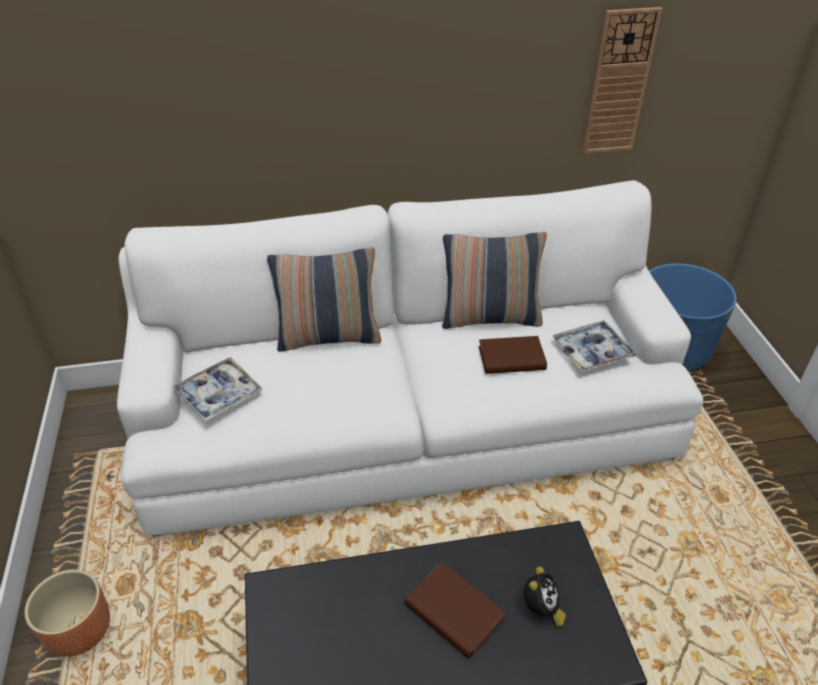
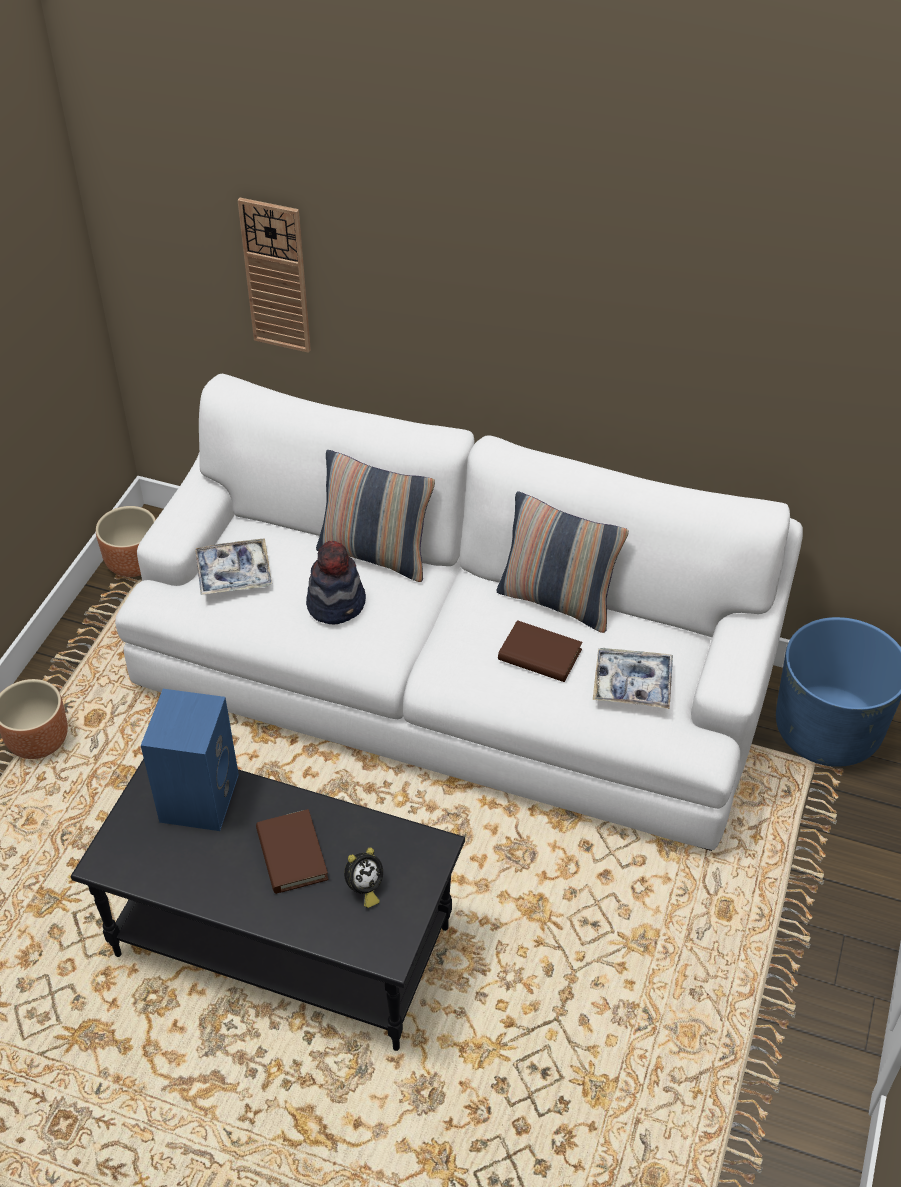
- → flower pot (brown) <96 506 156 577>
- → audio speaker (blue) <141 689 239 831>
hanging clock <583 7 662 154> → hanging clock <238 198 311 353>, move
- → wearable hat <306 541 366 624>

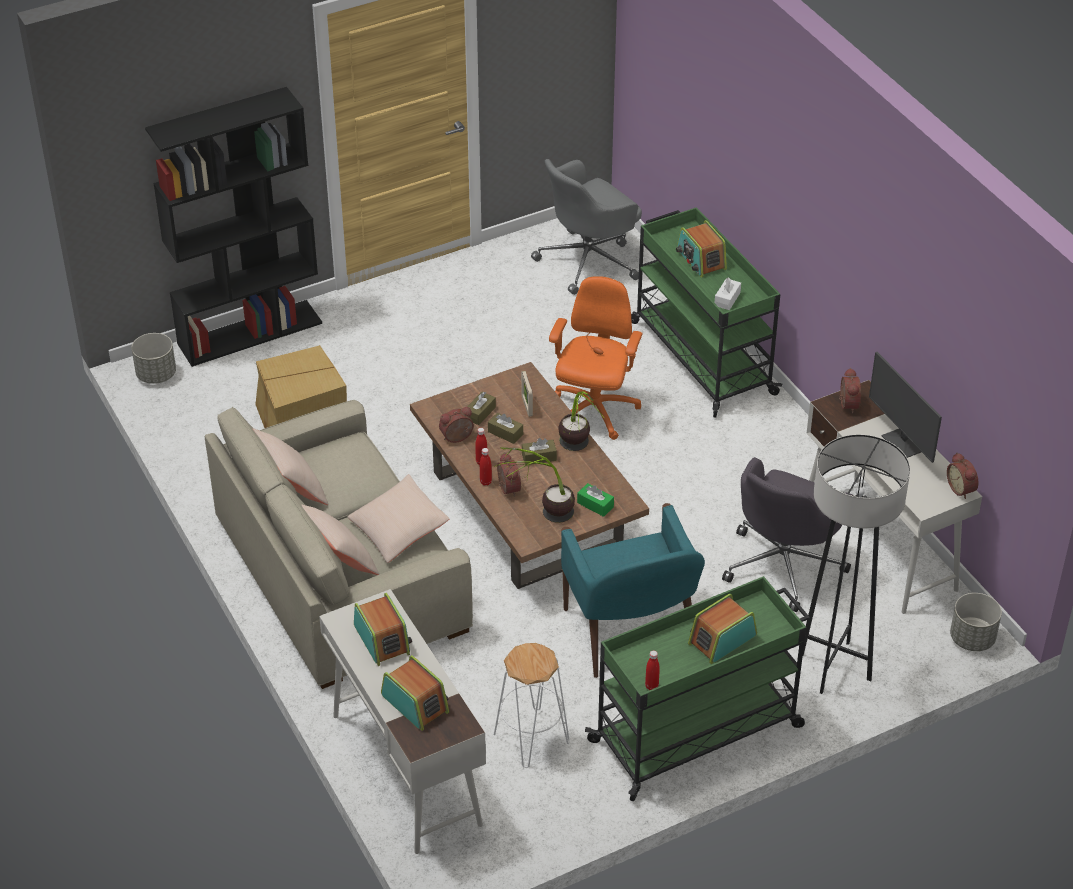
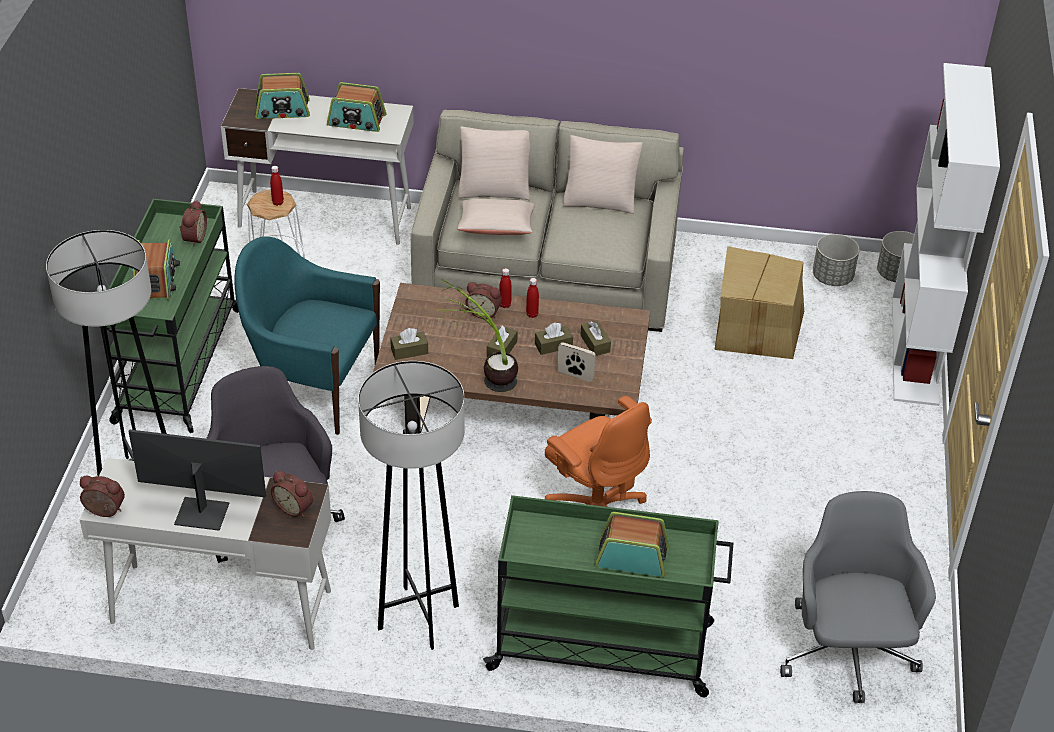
bedside clock <439 407 474 443> → bedside clock <179 200 207 247>, move
bottle (red-coloured) <645 651 660 690> → bottle (red-coloured) <270 166 284 206>, move
- → standing lamp (gray) <358 361 465 650>
tissue holder (green) <577 483 614 517> → tissue holder (brown) <390 328 428 360>
flower pot (gray) <950 593 1002 651> → flower pot (gray) <813 234 859 286>, move
shelving unit (blackish) <145 87 322 367> → shelving unit (whitish) <892 63 1000 406>
plant in a pot <494 447 575 523> → -
tissue holder (whitish) <715 277 741 310> → -

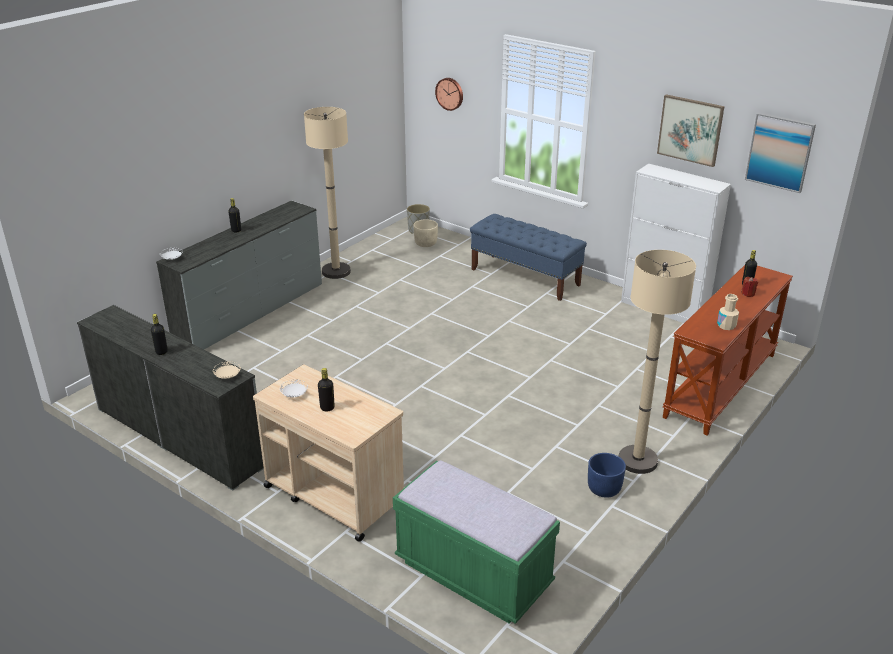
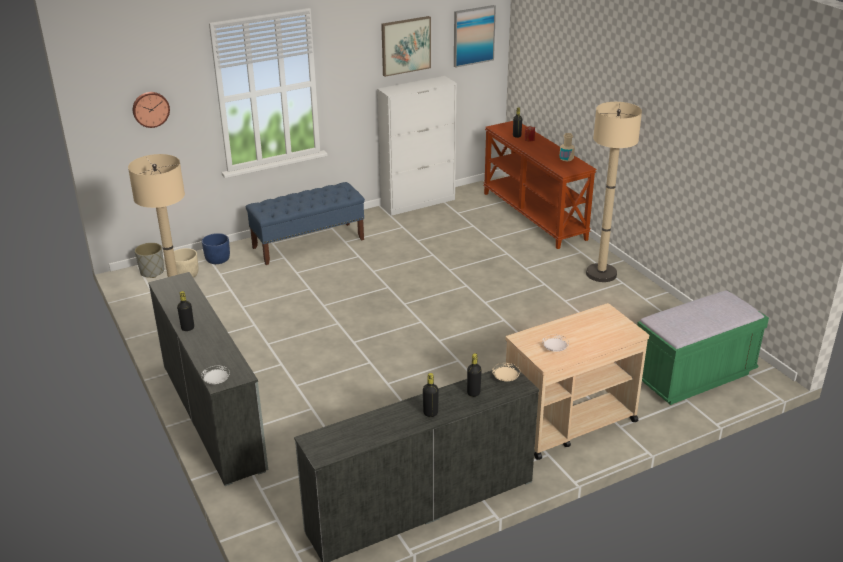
flower pot (blue) <588 453 626 498> → flower pot (blue) <202 233 230 264>, move
bottle (blackish) <318 368 335 411> → bottle (blackish) <467 353 482 397>, move

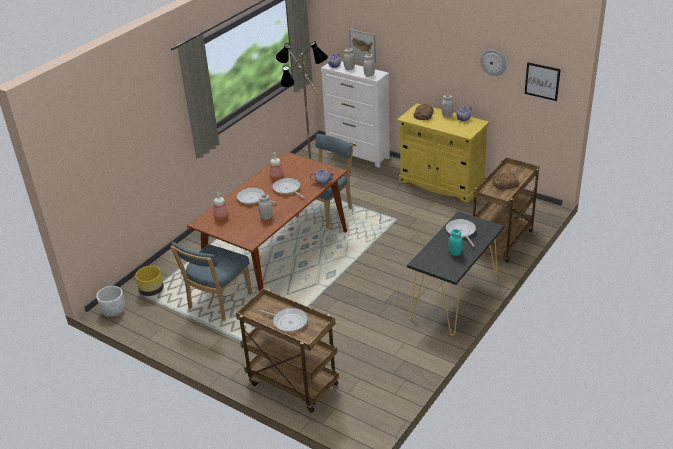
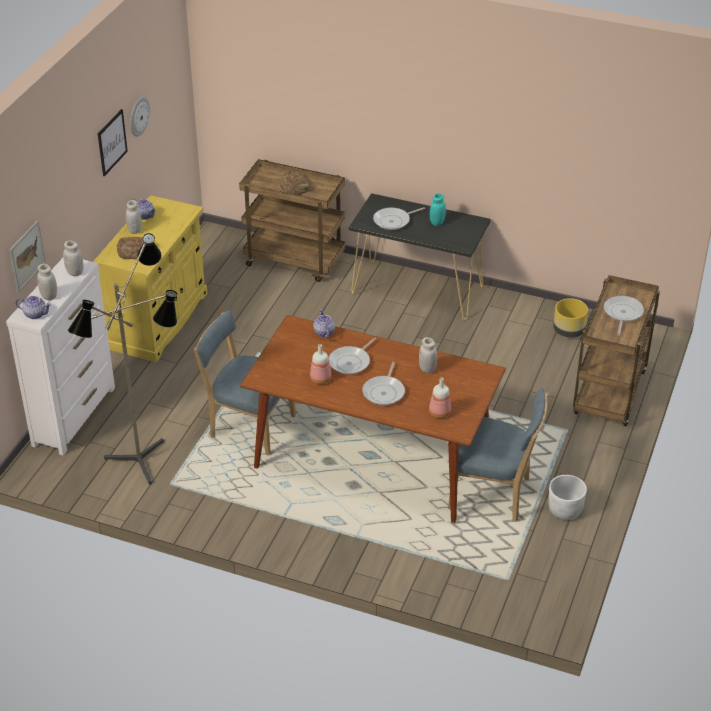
wall picture <525 62 561 101> → wall picture <98 109 128 176>, move
flower pot (whitish) <96 286 125 317> → flower pot (whitish) <548 475 587 520>, move
flower pot (yellow-coloured) <135 266 164 296> → flower pot (yellow-coloured) <553 298 588 338>, move

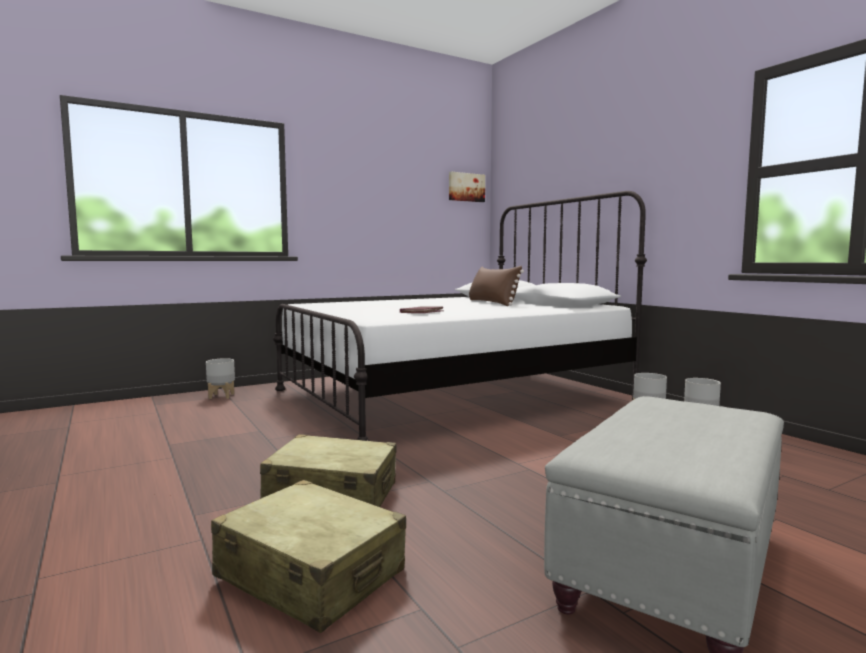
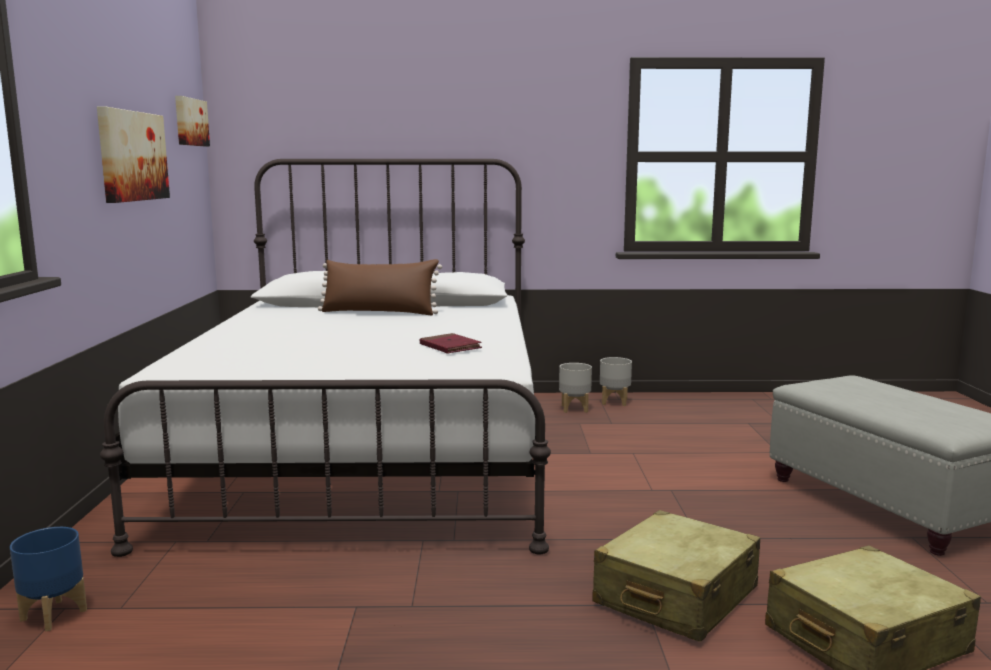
flower pot (gray) <206 358 235 399> → flower pot (blue) <10 527 87 631>
- → wall picture <97 106 170 203>

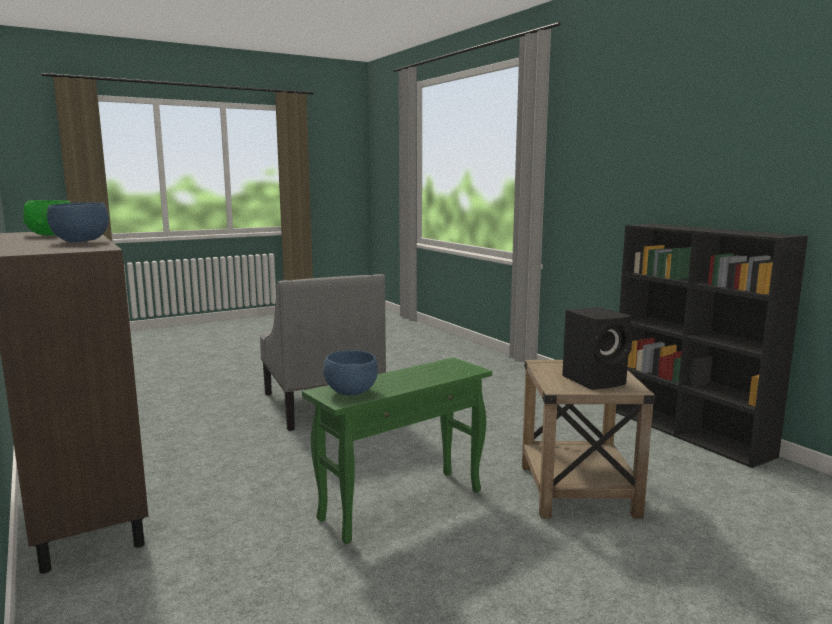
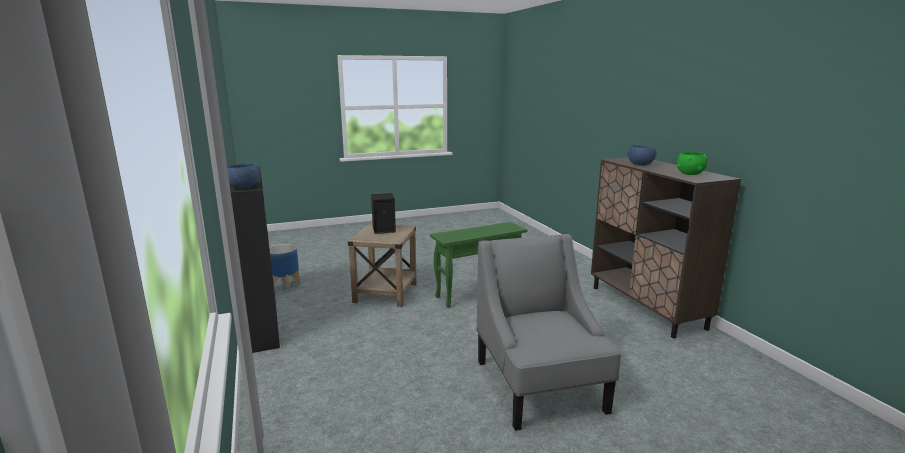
serving bowl (blue) <323 350 378 396> → serving bowl (blue) <227 163 260 188>, move
- → flower pot <269 244 300 292>

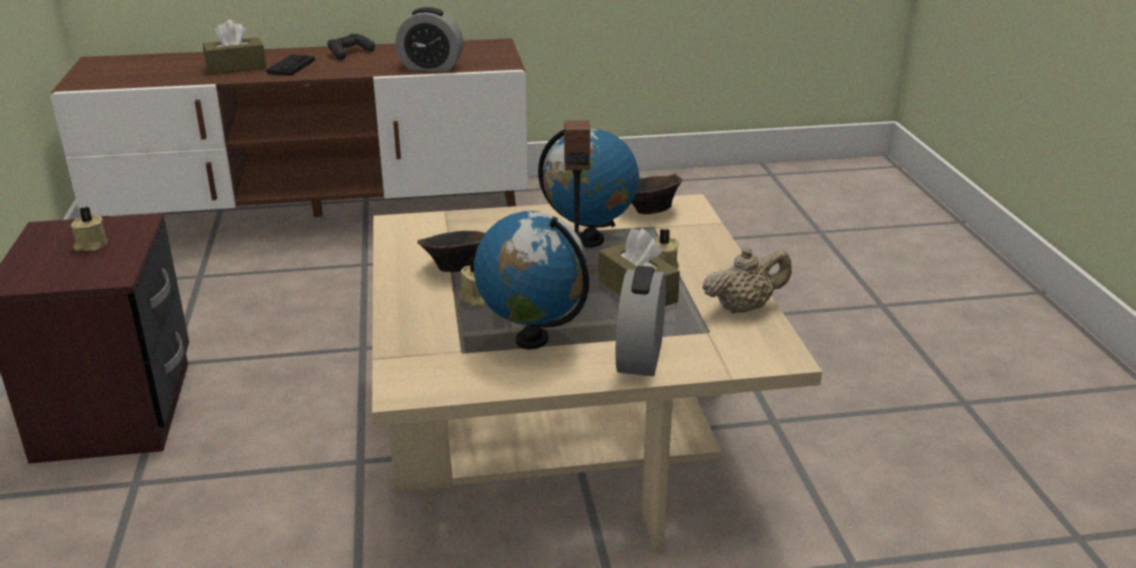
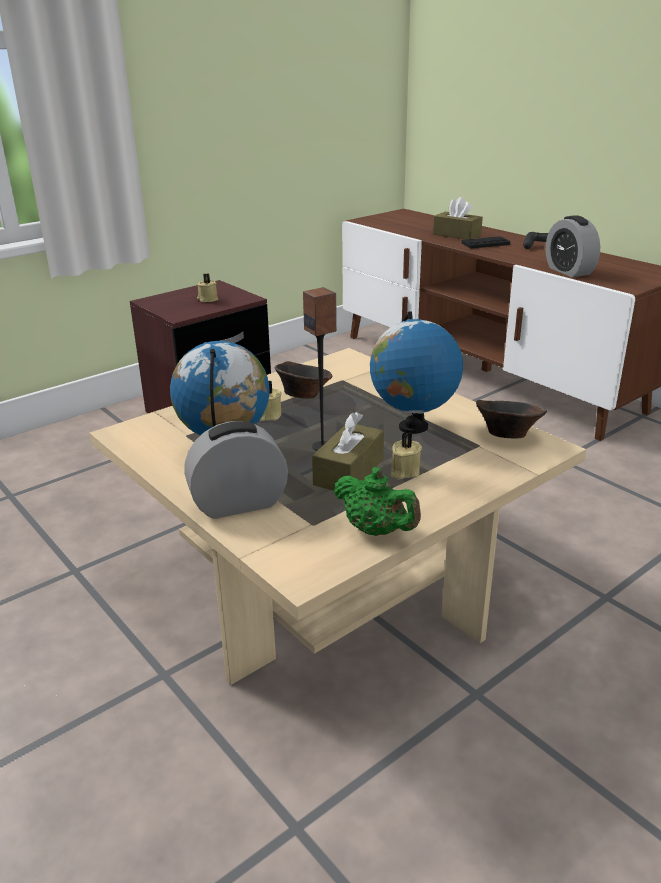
tea pot (beige-coloured) <703 247 792 314> → tea pot (green) <333 467 421 536>

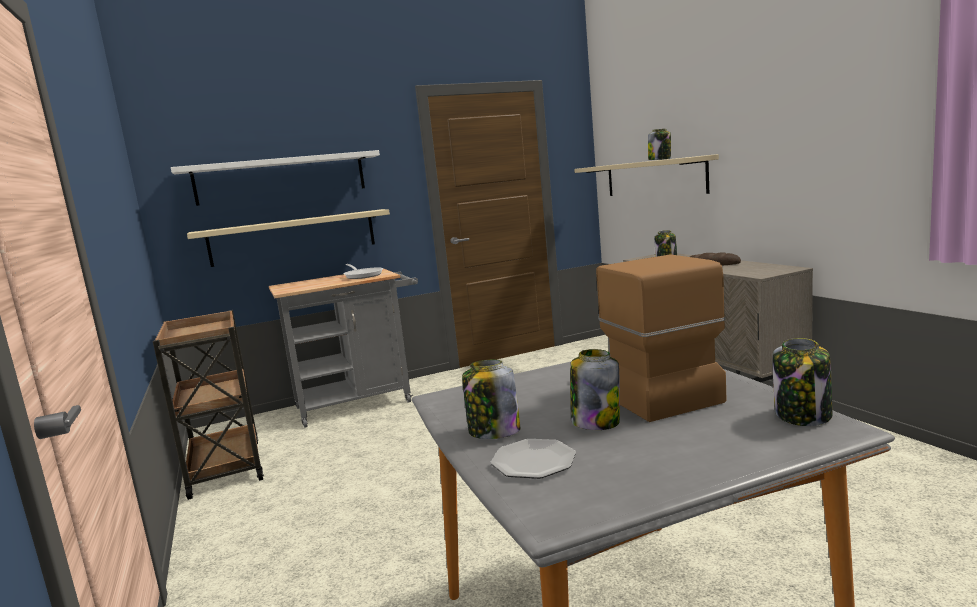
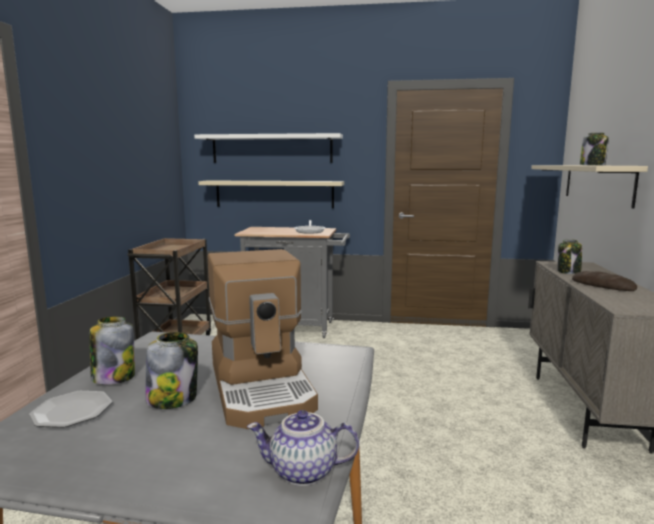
coffee brewer <596 254 726 422> → coffee brewer <207 249 318 429>, 150 degrees clockwise
storage jar <772 338 833 426> → tea pot <247 410 359 486>

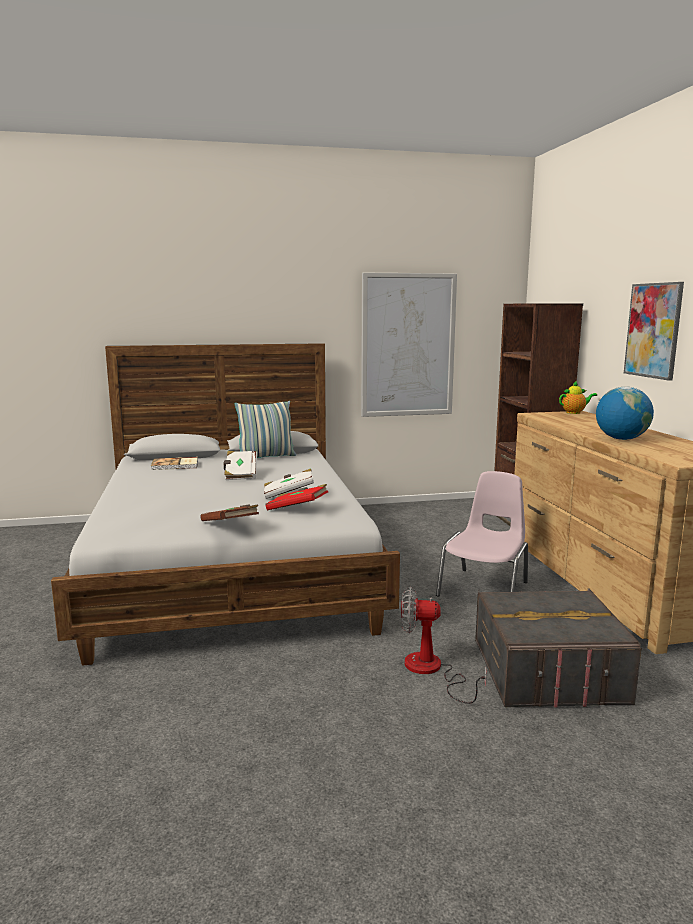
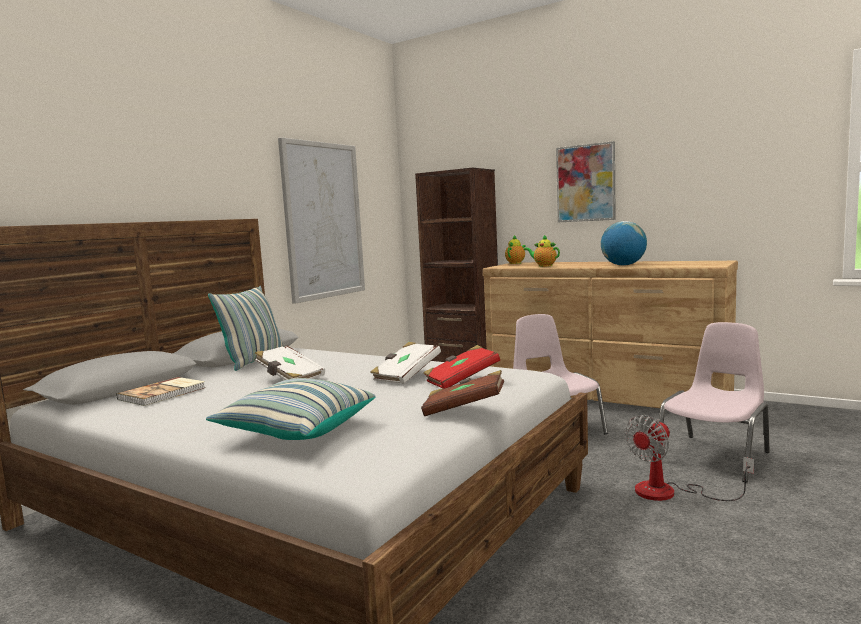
- → cushion <206 378 376 440>
- → tea pot <524 235 560 267>
storage container (gray) <475 588 641 708> → chair (pink-coloured) <659 322 770 482>

